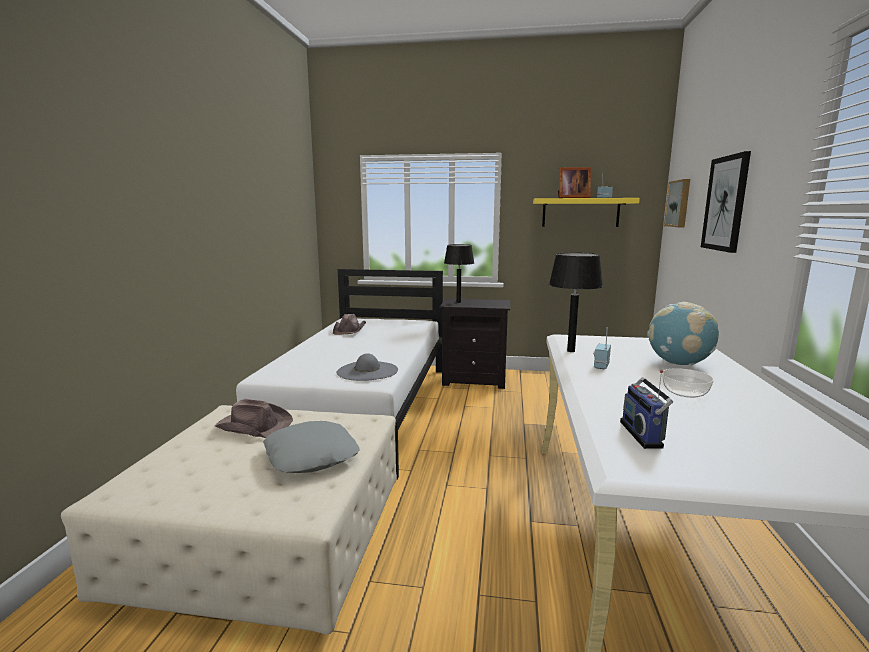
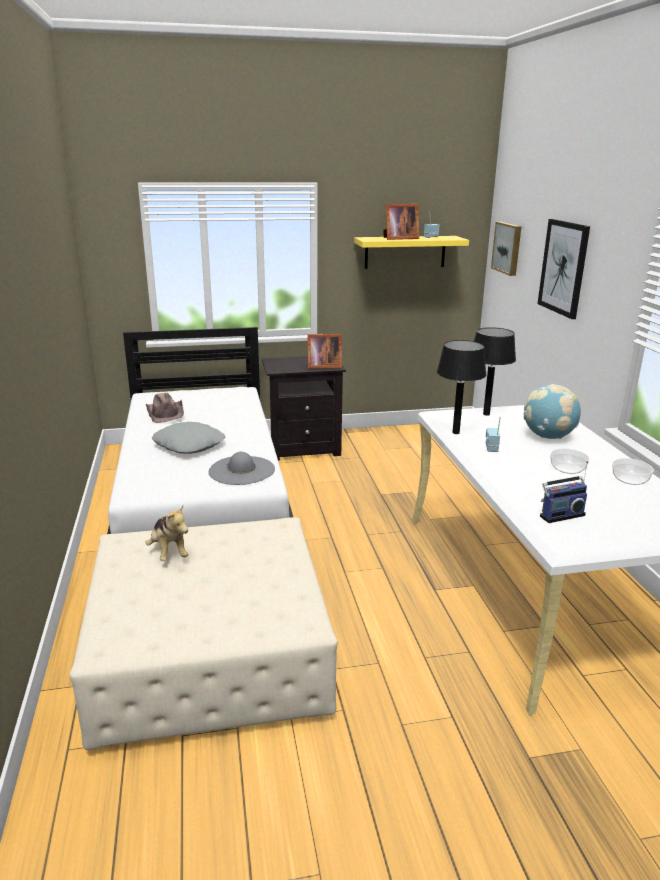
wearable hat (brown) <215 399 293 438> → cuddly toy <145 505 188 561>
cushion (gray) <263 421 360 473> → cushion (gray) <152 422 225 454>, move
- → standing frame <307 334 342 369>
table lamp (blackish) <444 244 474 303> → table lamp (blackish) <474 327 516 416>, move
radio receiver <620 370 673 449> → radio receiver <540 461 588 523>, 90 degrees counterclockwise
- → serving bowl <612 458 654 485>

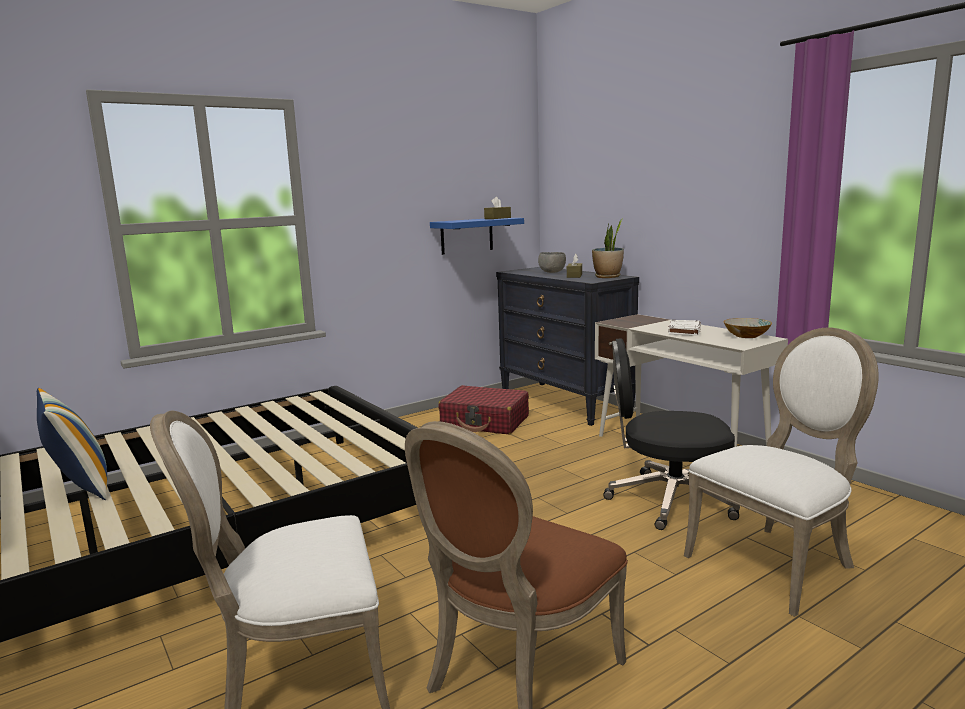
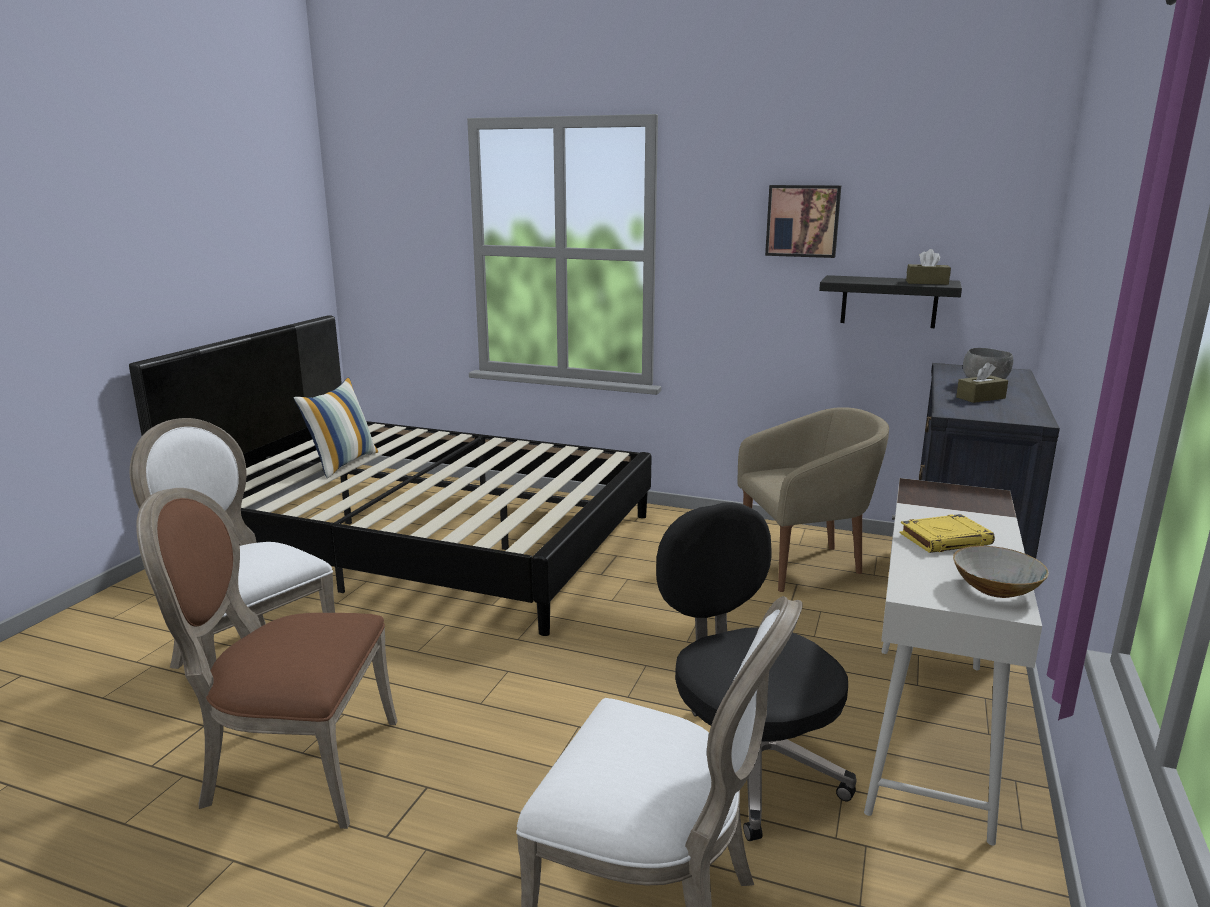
suitcase (red-coloured) <438 385 529 435> → lounge chair (beige-coloured) <737 407 889 592>
- → wall picture <765 185 841 258>
bracket shelf (blue) <430 218 524 255> → bracket shelf (blackish) <819 275 962 328>
volume (whitish) <669 320 701 336> → volume (yellow-coloured) <900 514 995 553>
plant in a pot <592 218 624 278> → -

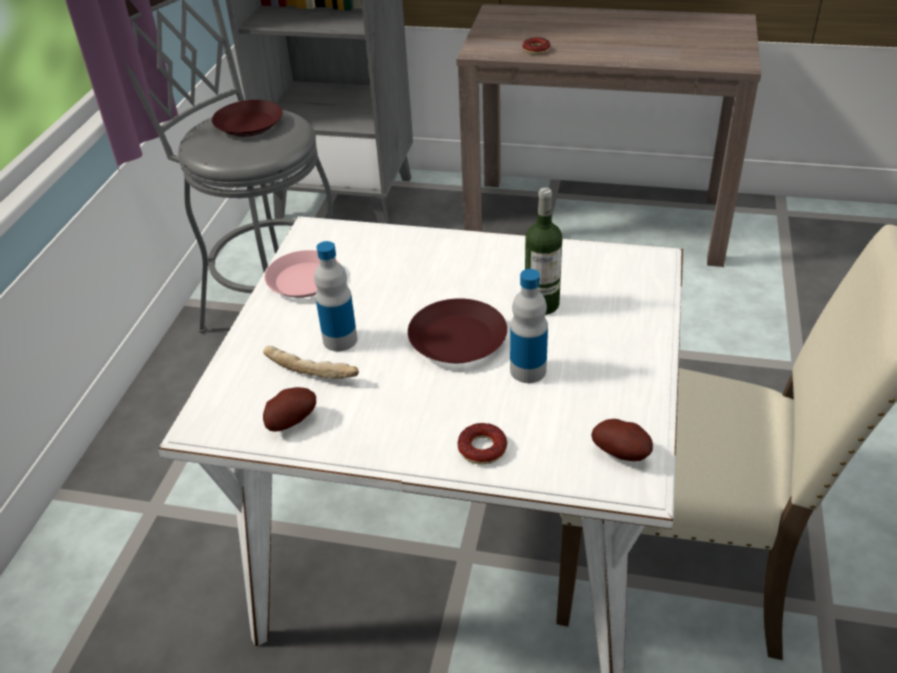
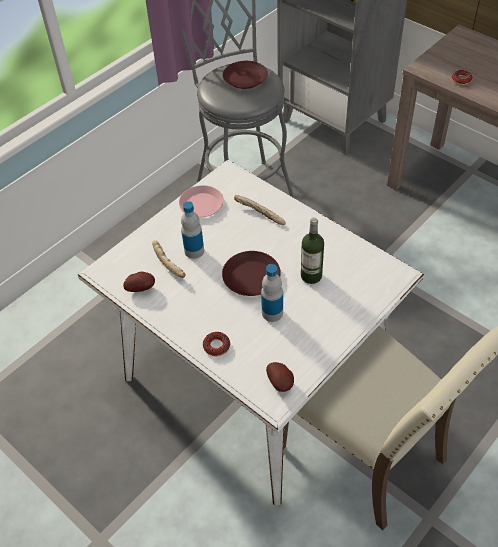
- → bread <234 195 286 225>

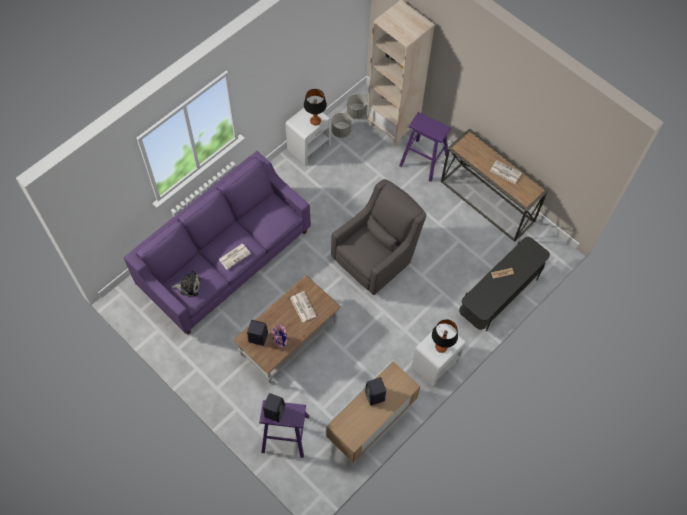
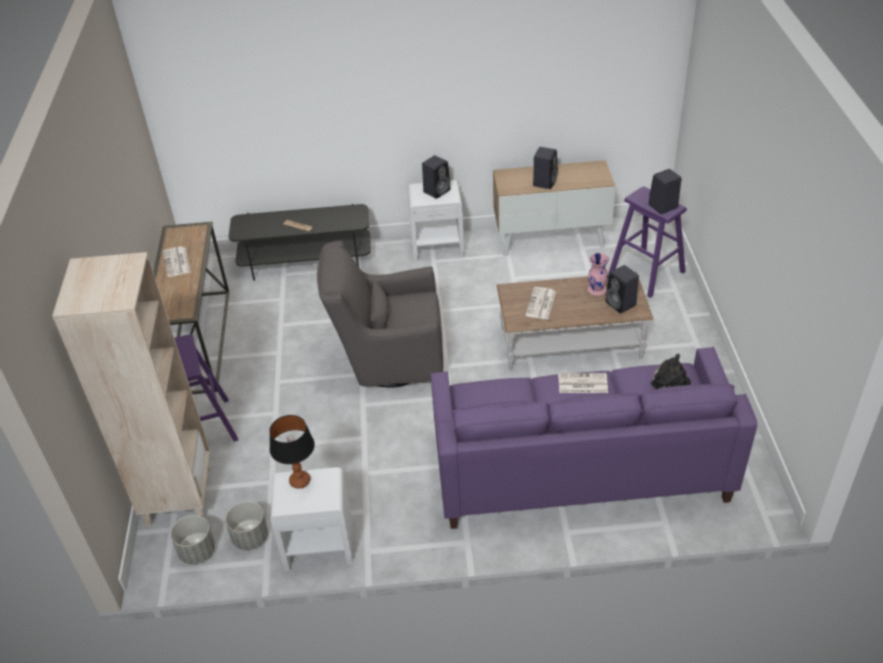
table lamp <432 319 458 353> → audio speaker (blackish) <422 155 450 199>

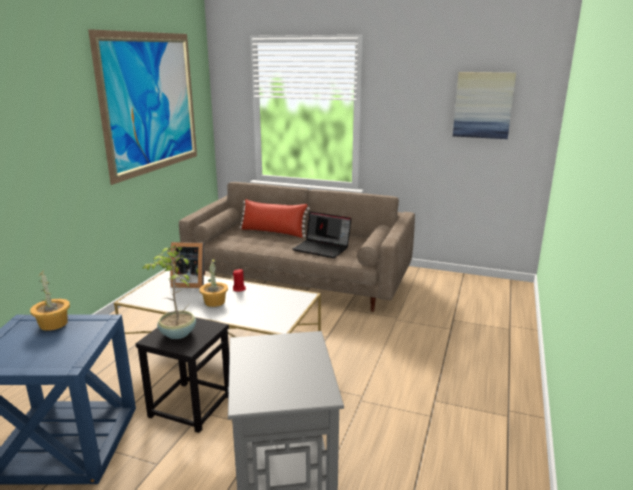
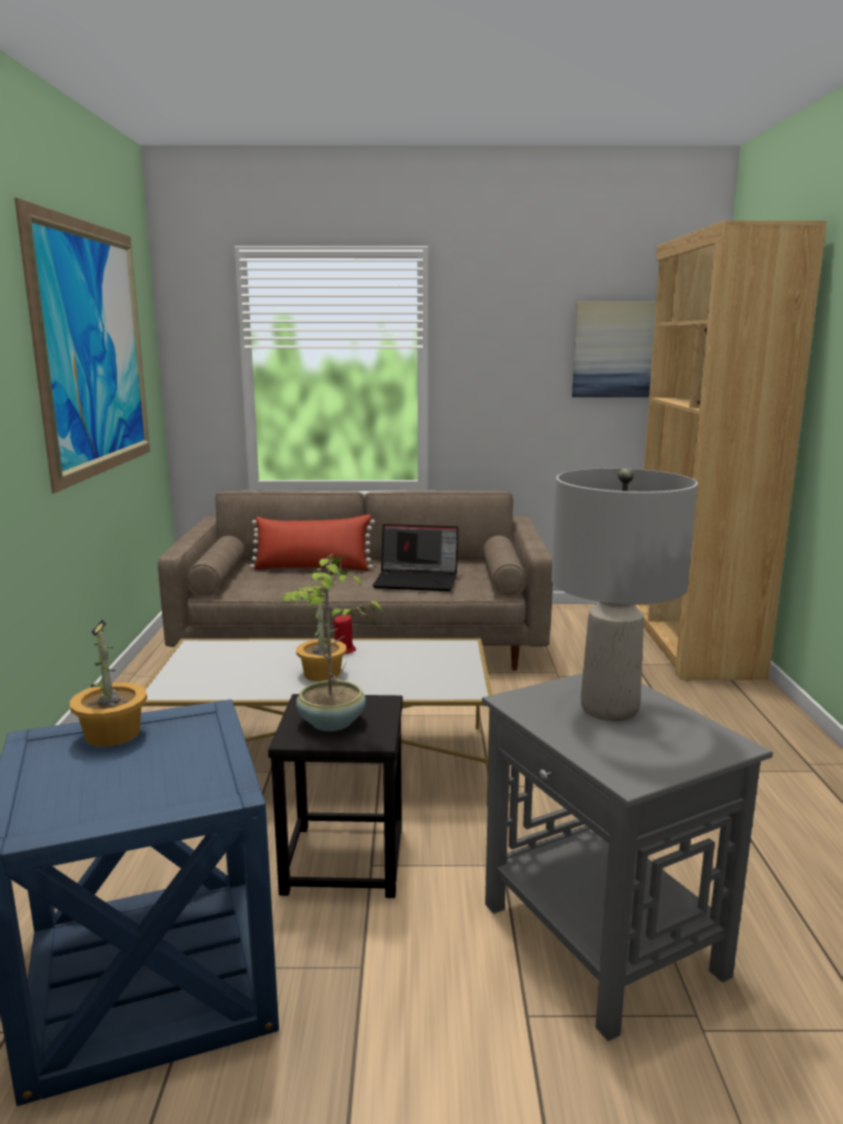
- → table lamp (gray) <552 468 698 721>
- → shelving unit (brown) <635 220 827 680>
standing frame <170 242 204 288> → -

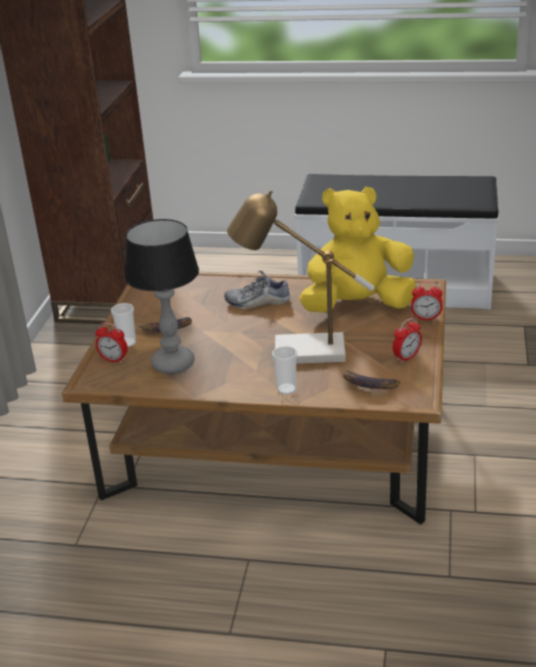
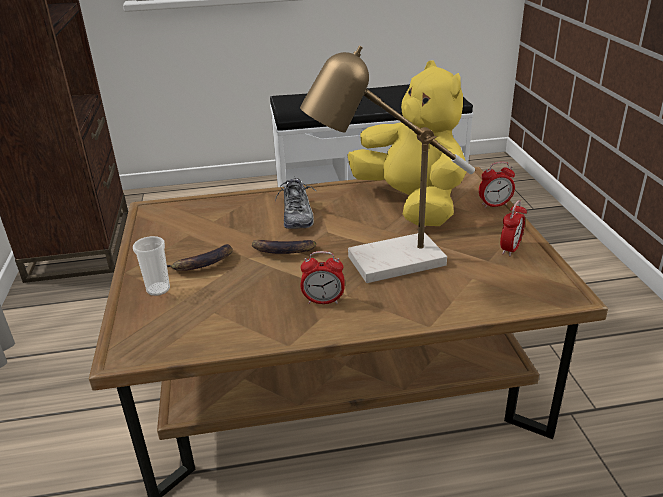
whole banana <343 370 400 389> → whole banana <252 240 316 254>, move
shoe <224 271 291 309> → shoe <275 178 317 229>, 75 degrees counterclockwise
bedside clock <95 322 128 363> → bedside clock <300 251 345 304>, move
cuddly toy (yellow-coloured) <299 187 416 313> → cuddly toy (yellow-coloured) <347 60 466 226>, 90 degrees clockwise
table lamp <124 219 199 374> → -
cup <272 346 297 394> → -

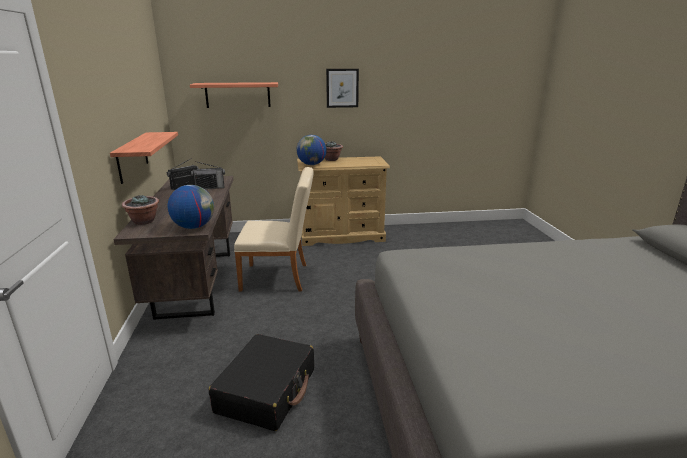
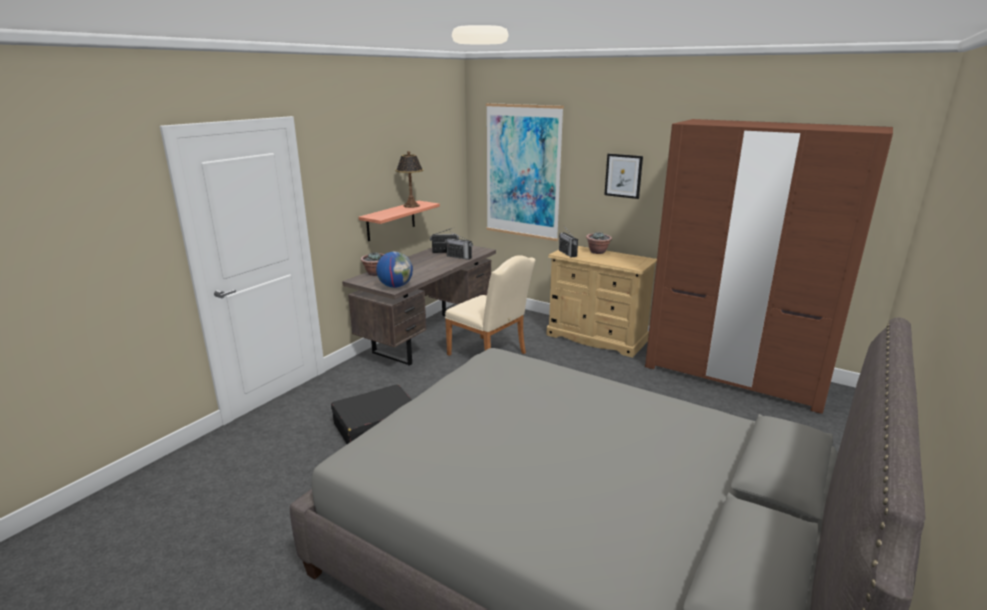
- → table lamp <395 151 423 208>
bracket shelf <190 82 278 108> → wall picture <486 103 564 241>
world globe <296 135 327 165> → radio receiver <559 226 578 258>
- → clothes cupboard (brown) <645 119 893 414>

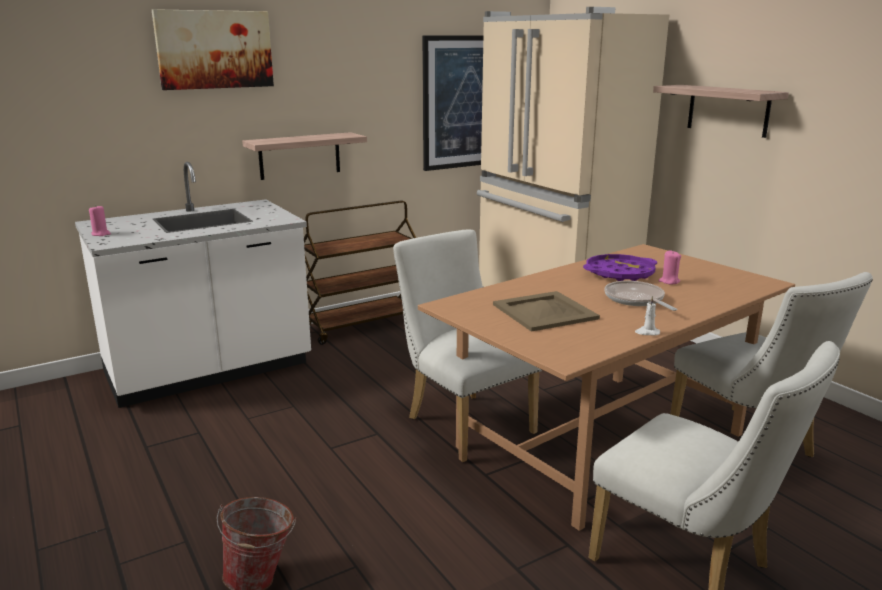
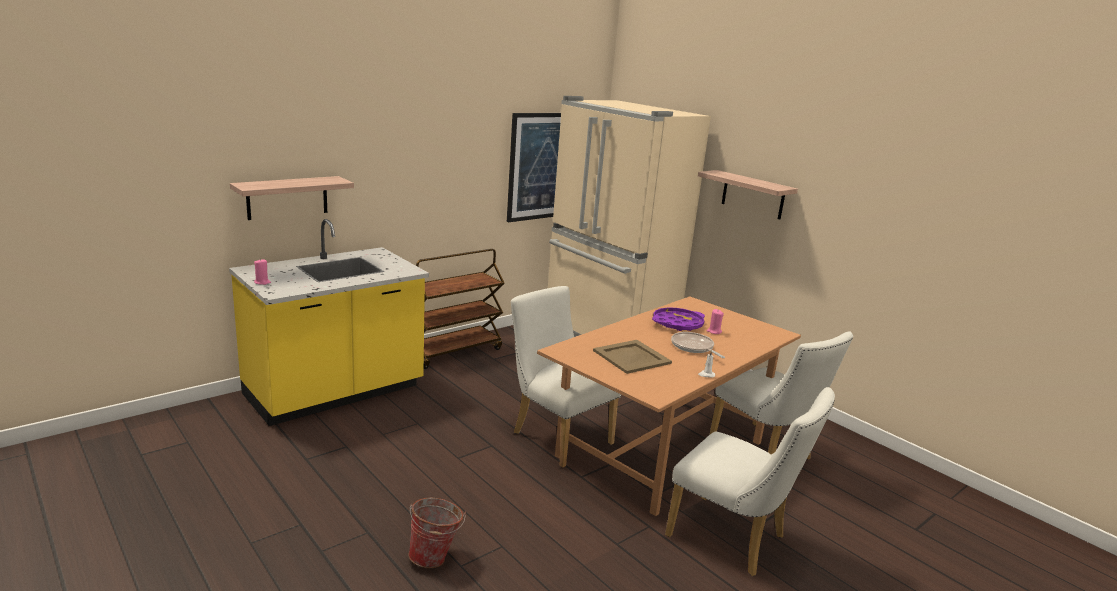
counter (whitish) <75 162 311 408> → counter (yellow-coloured) <229 219 429 426>
bracket shelf <242 132 367 180> → bracket shelf <230 176 354 220>, move
wall picture <152 9 274 90> → -

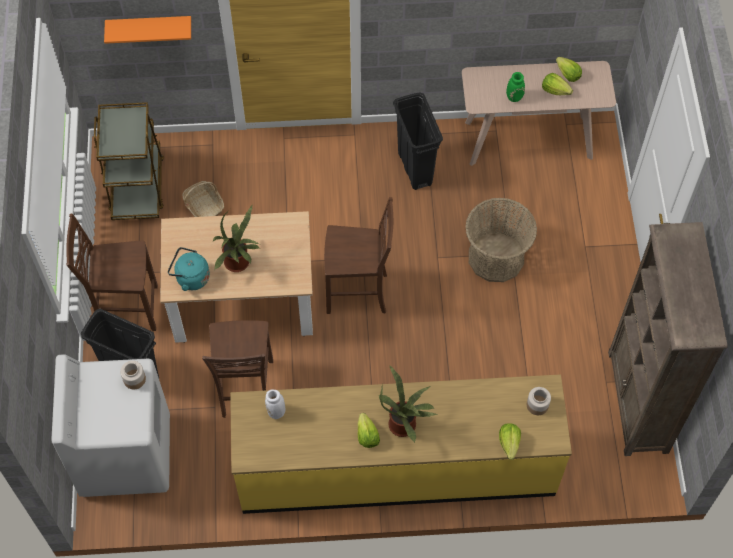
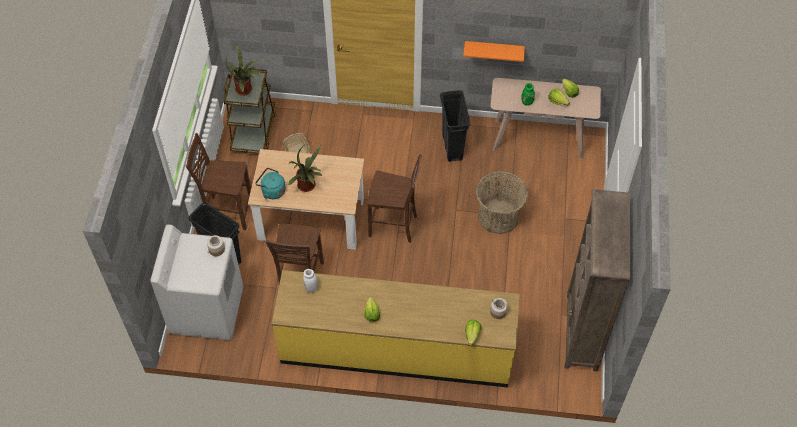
plant in a pot <379 364 437 443> → plant in a pot <226 45 260 96>, move
bracket shelf (orangey) <104 16 191 44> → bracket shelf (orangey) <463 41 525 62>, move

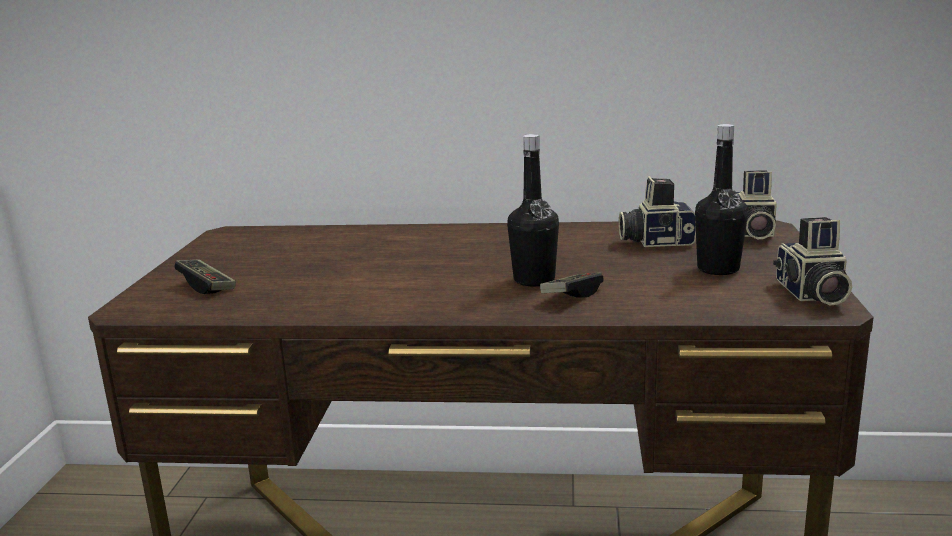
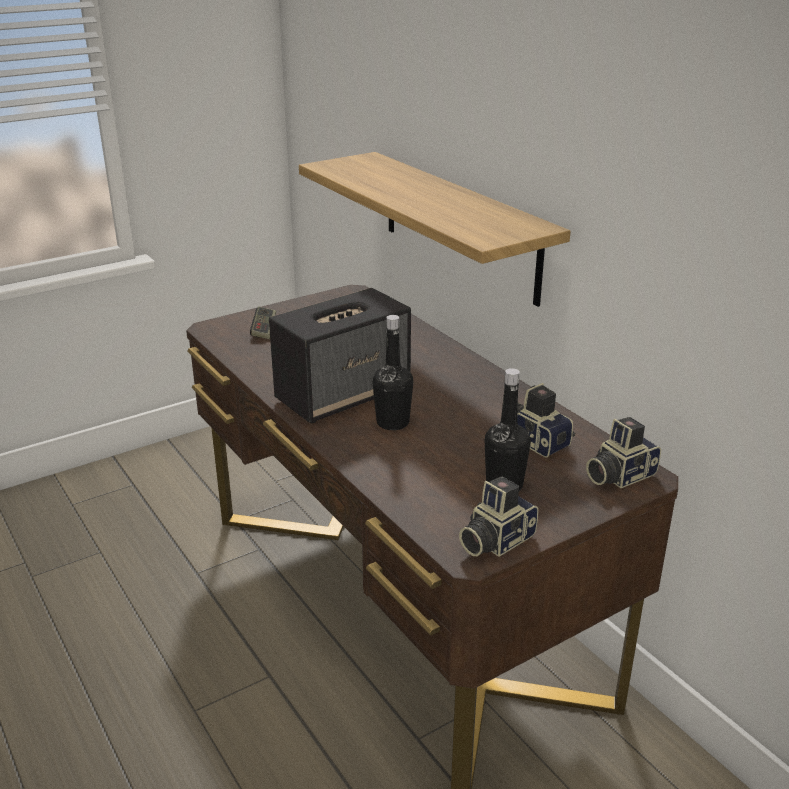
- → audio speaker <269 288 411 423>
- → bracket shelf <299 152 571 307>
game controller <540 273 604 298> → -

